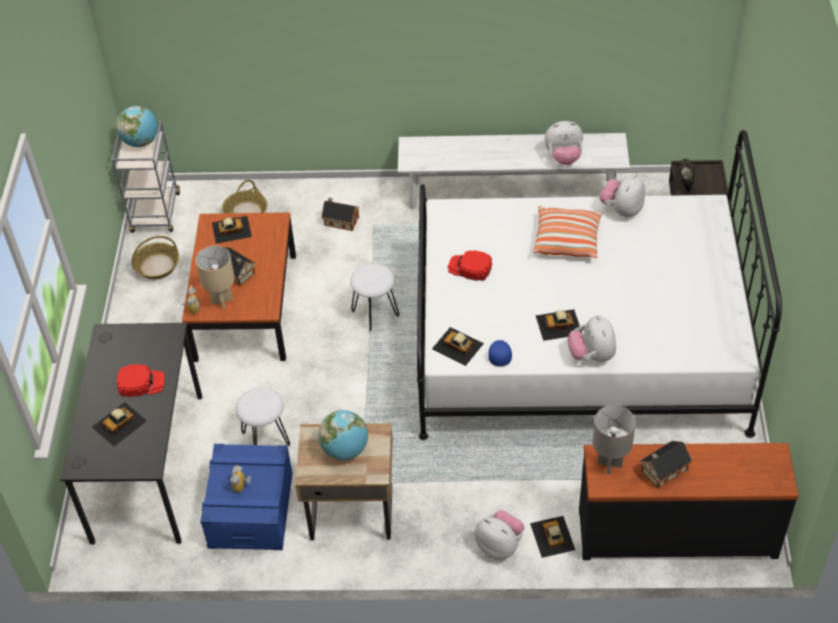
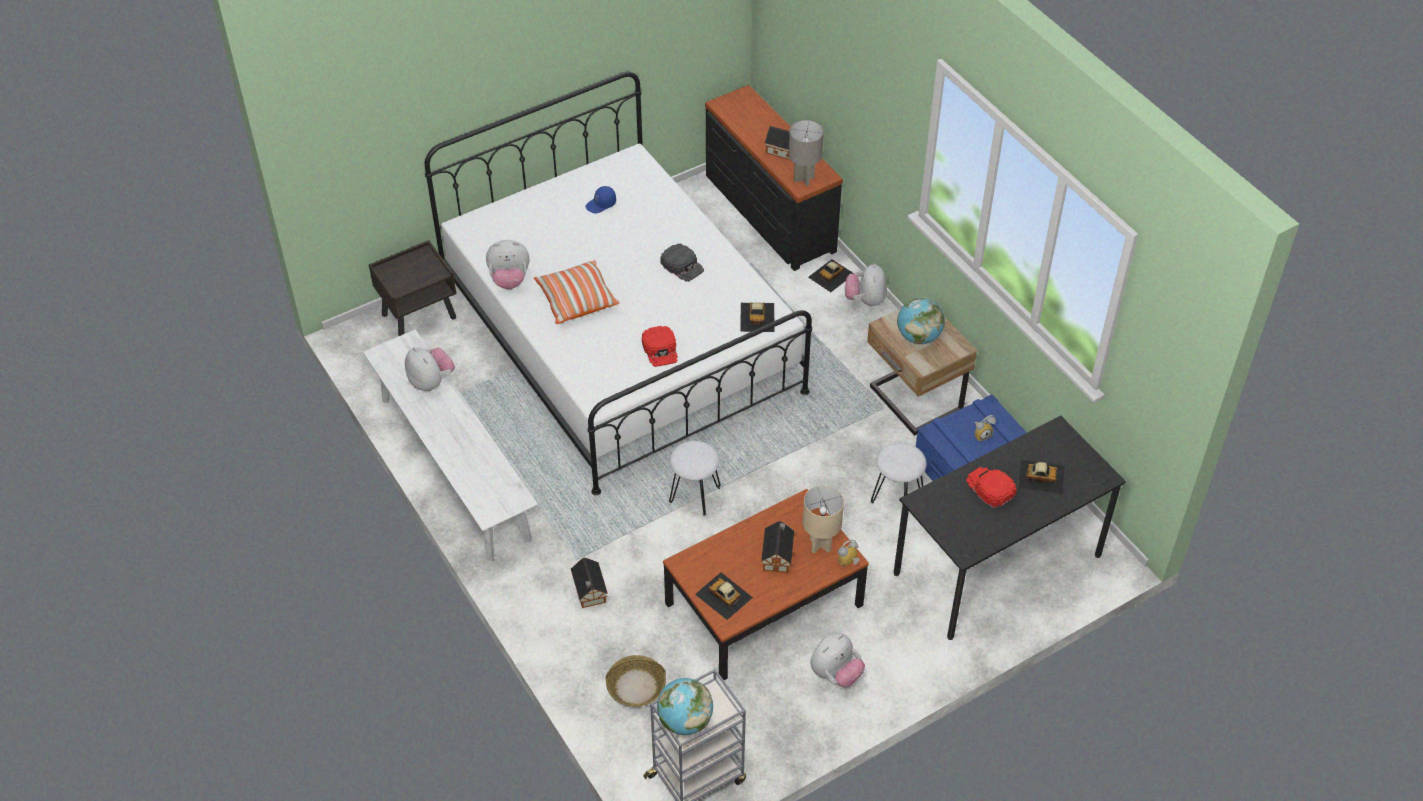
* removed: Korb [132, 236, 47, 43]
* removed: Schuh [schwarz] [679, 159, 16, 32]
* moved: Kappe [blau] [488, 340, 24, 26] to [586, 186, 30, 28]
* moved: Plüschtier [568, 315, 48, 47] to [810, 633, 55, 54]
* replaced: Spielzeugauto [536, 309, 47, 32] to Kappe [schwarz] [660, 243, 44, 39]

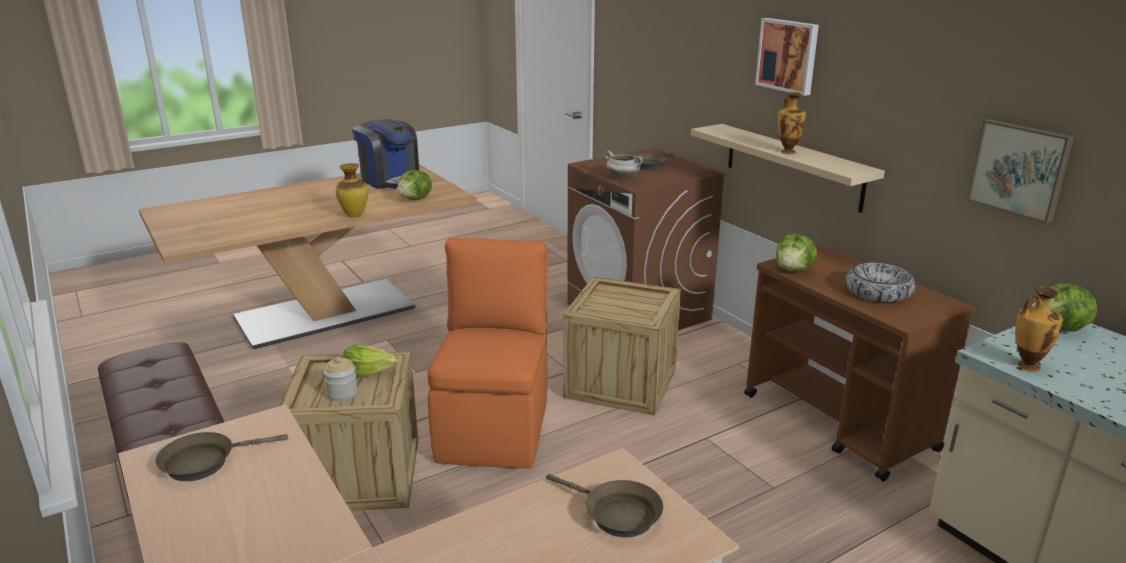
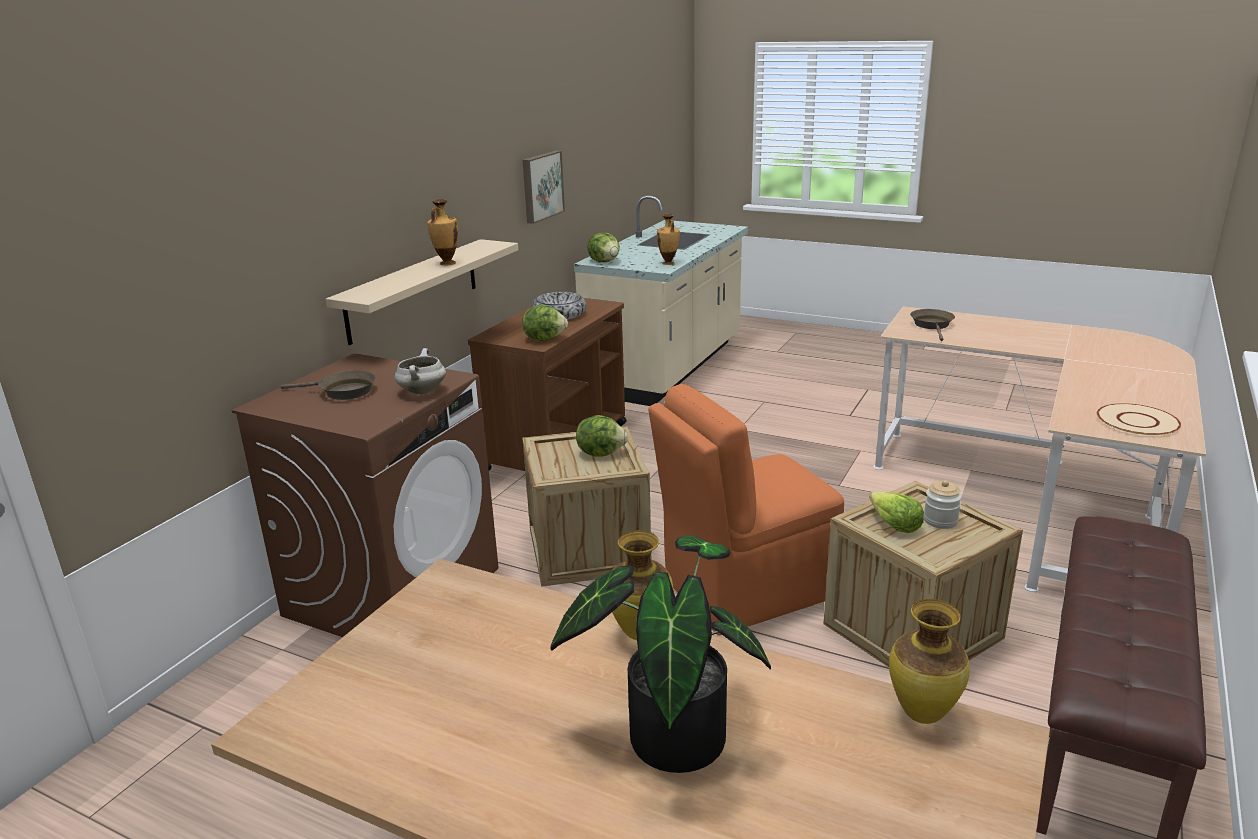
* removed: Kaffeemaschine [352, 119, 67, 70]
* removed: Bild [755, 18, 64, 78]
* added: Topfpflanze [550, 536, 221, 237]
* added: Vase [889, 599, 81, 125]
* moved: Salatkopf [397, 170, 35, 30] to [576, 415, 52, 42]
* replaced: Pfanne [braun] [155, 432, 133, 49] to Teller [beige] [1097, 403, 84, 33]

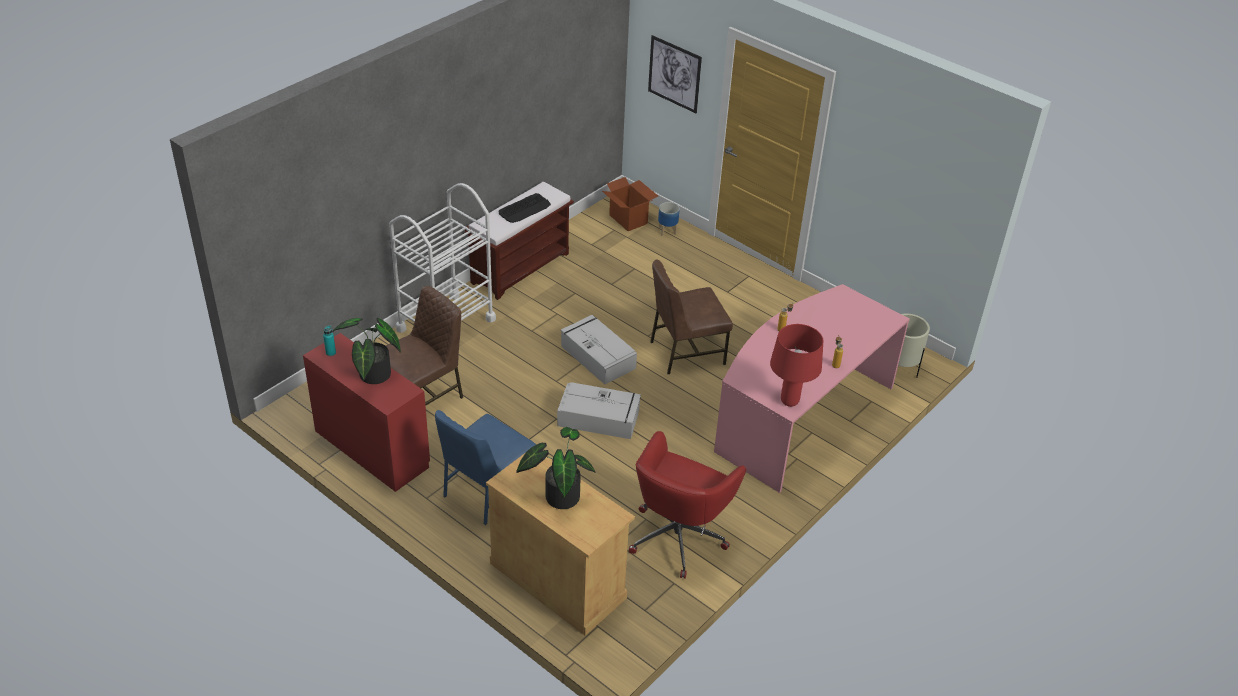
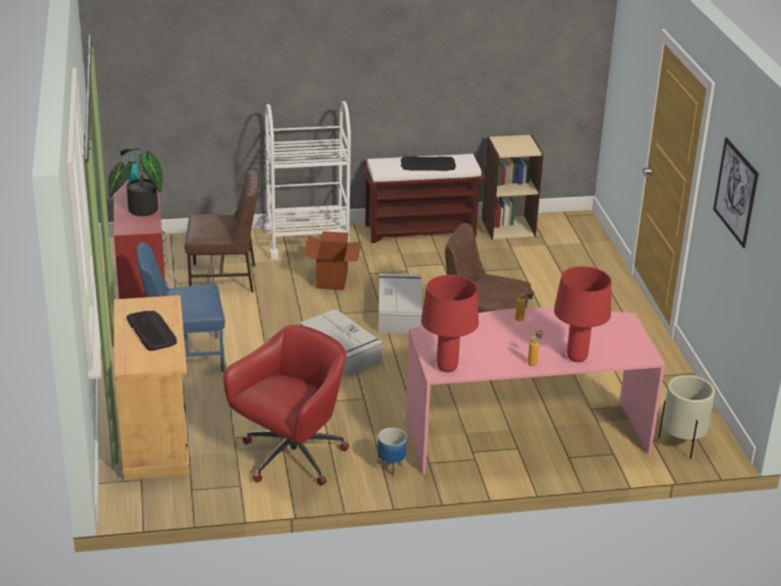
* added: Bücherregal [beige] [482, 135, 61, 104]
* added: Tischlampe [rot] [554, 266, 57, 96]
* moved: Karton [602, 177, 56, 54] to [304, 231, 58, 59]
* moved: Bild [648, 35, 54, 78] to [713, 137, 46, 111]
* moved: Pflanzkübel [658, 202, 22, 34] to [377, 428, 30, 49]
* replaced: Topfpflanze [516, 427, 80, 82] to Tastatur [126, 311, 51, 40]
* turned: Bürostuhl [rot] [629, 431, 117, 148] = [223, 325, 126, 160] 150 degrees clockwise

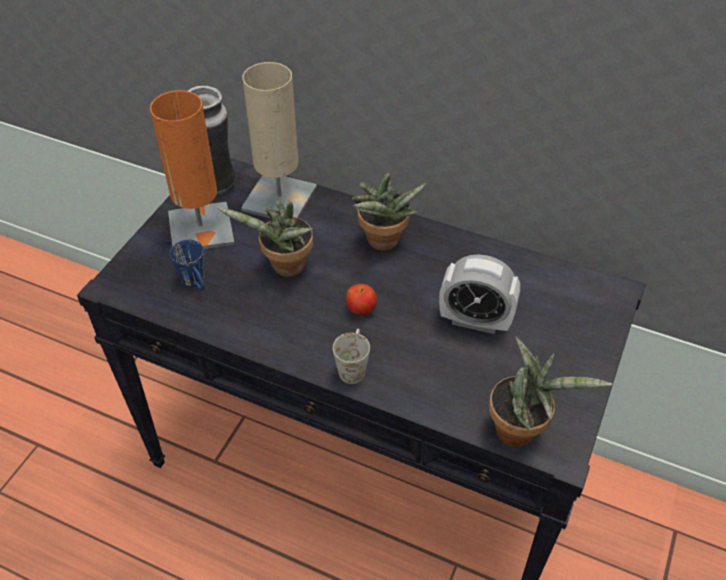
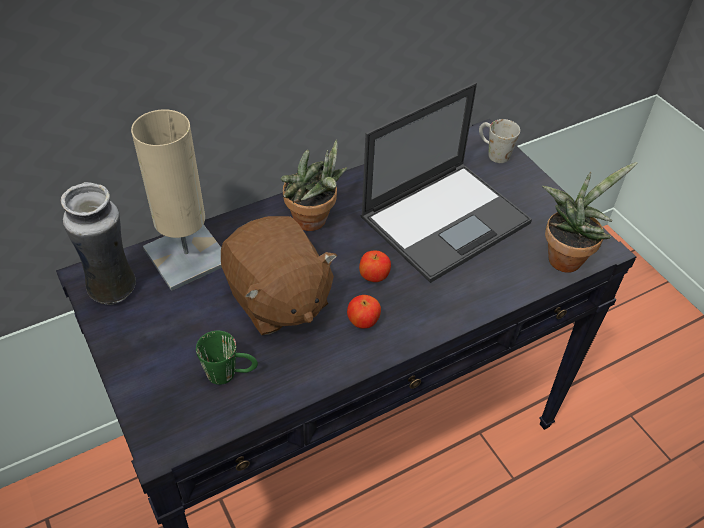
* removed: Tischlampe [orange] [150, 90, 85, 160]
* added: Apfel [347, 295, 34, 33]
* moved: Henkelbecher [weiß] [333, 329, 37, 55] to [479, 119, 41, 44]
* replaced: Topfpflanze [217, 199, 96, 78] to Plüschtier [braun] [221, 216, 116, 119]
* replaced: Wecker [439, 254, 81, 80] to Laptop [361, 82, 171, 201]
* recoloured: Henkelbecher [blau] [170, 240, 35, 51] to Henkelbecher [grün] [196, 331, 62, 54]

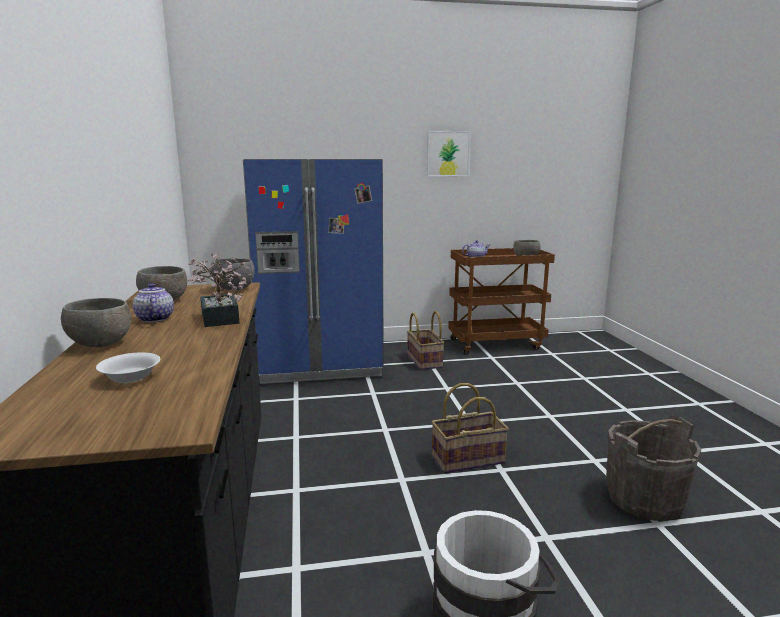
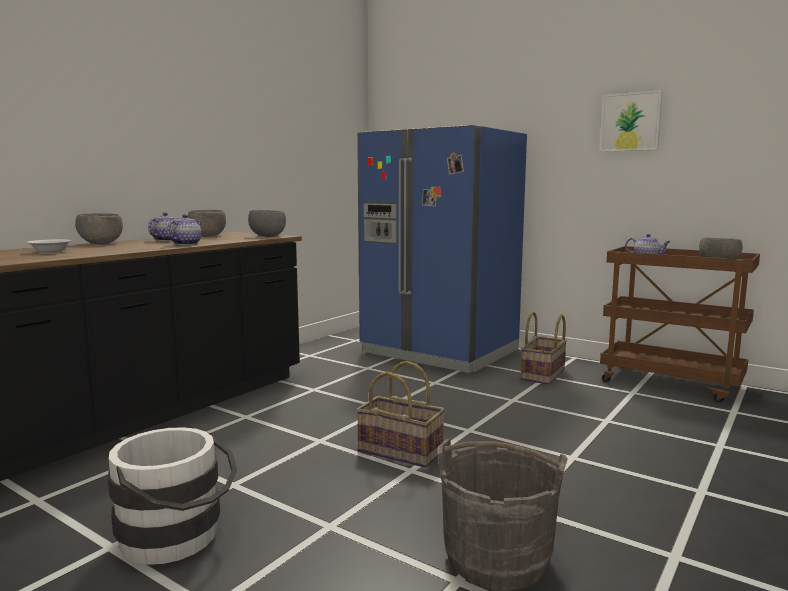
* replaced: Topfpflanze [188, 253, 64, 74] to Teekanne [167, 214, 35, 31]

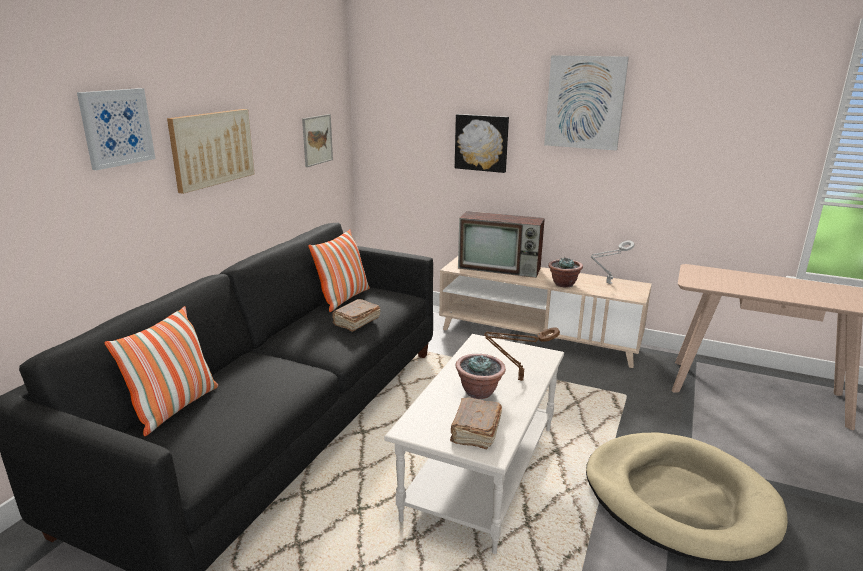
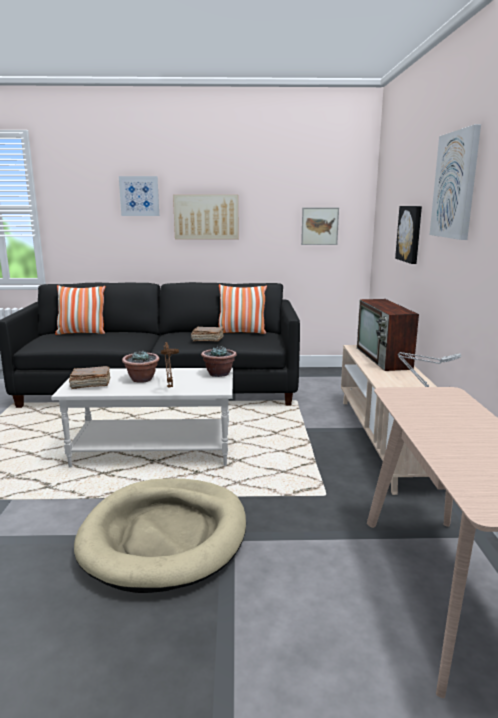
* moved: Topfpflanze [548, 258, 35, 30] to [201, 345, 36, 32]

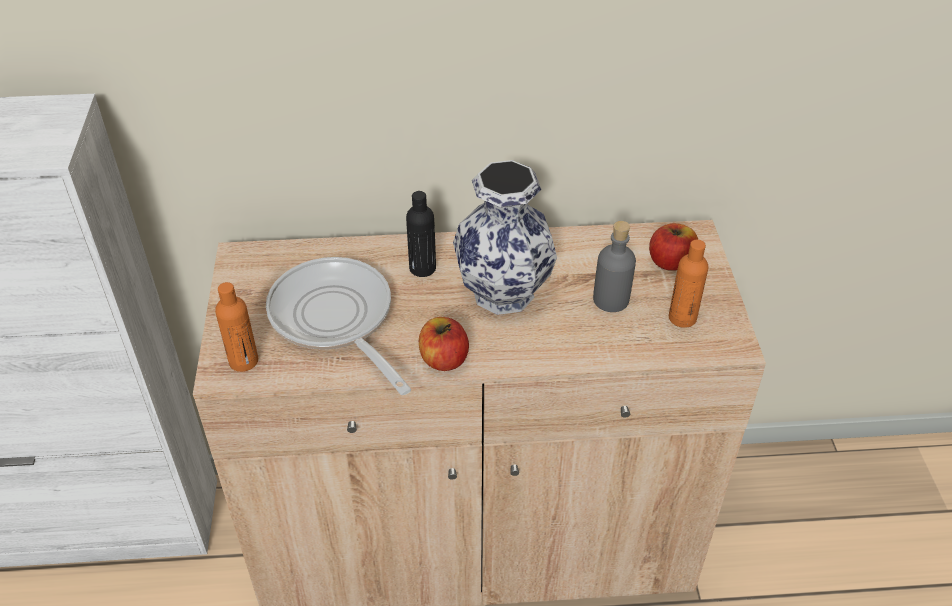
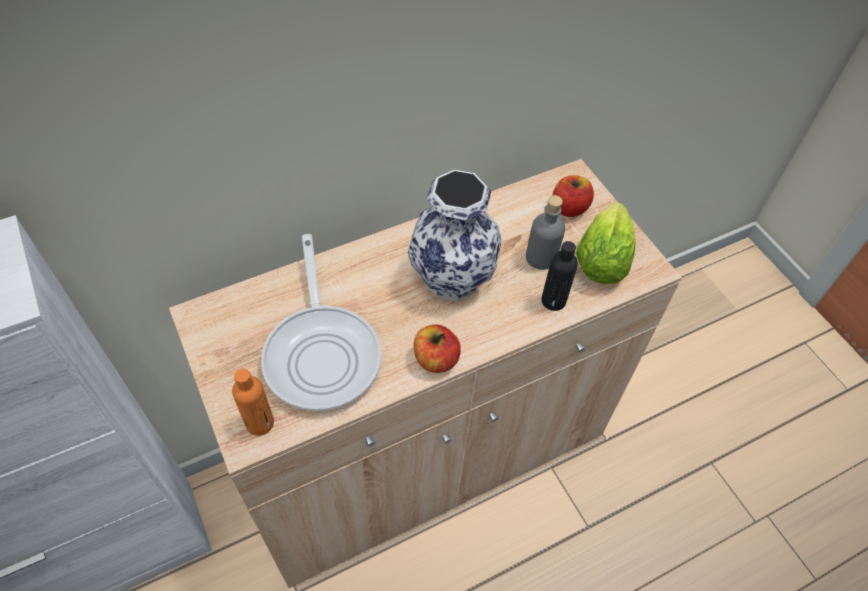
* moved: Flasche [schwarz] [406, 191, 30, 86] to [541, 241, 37, 70]
* replaced: Flasche [orange] [669, 240, 39, 88] to Salatkopf [576, 202, 60, 82]
* turned: Pfanne [266, 257, 145, 138] = [261, 234, 120, 178] 135 degrees counterclockwise

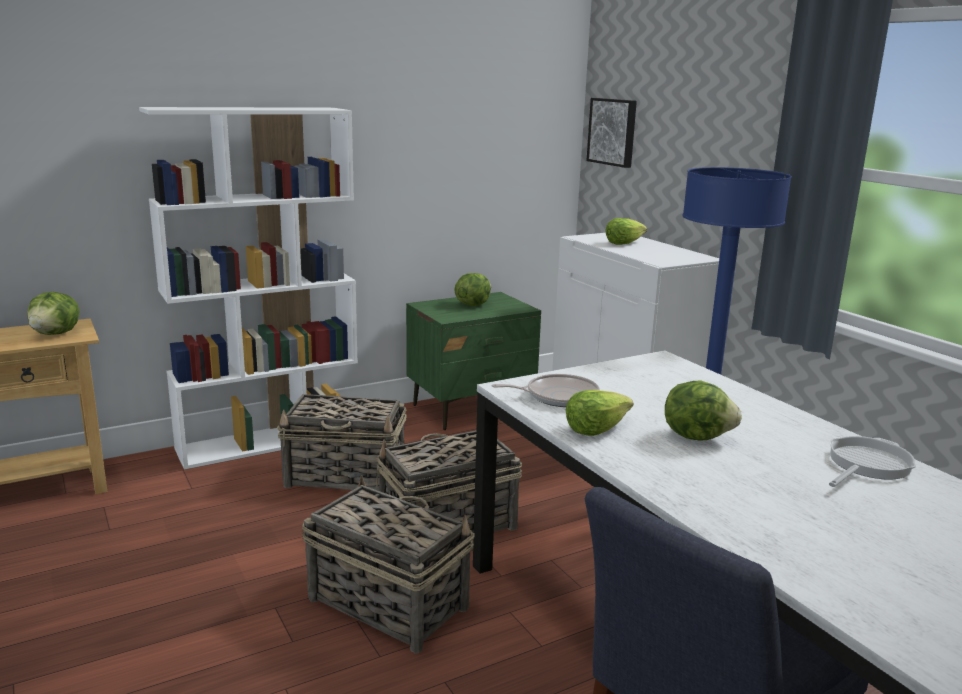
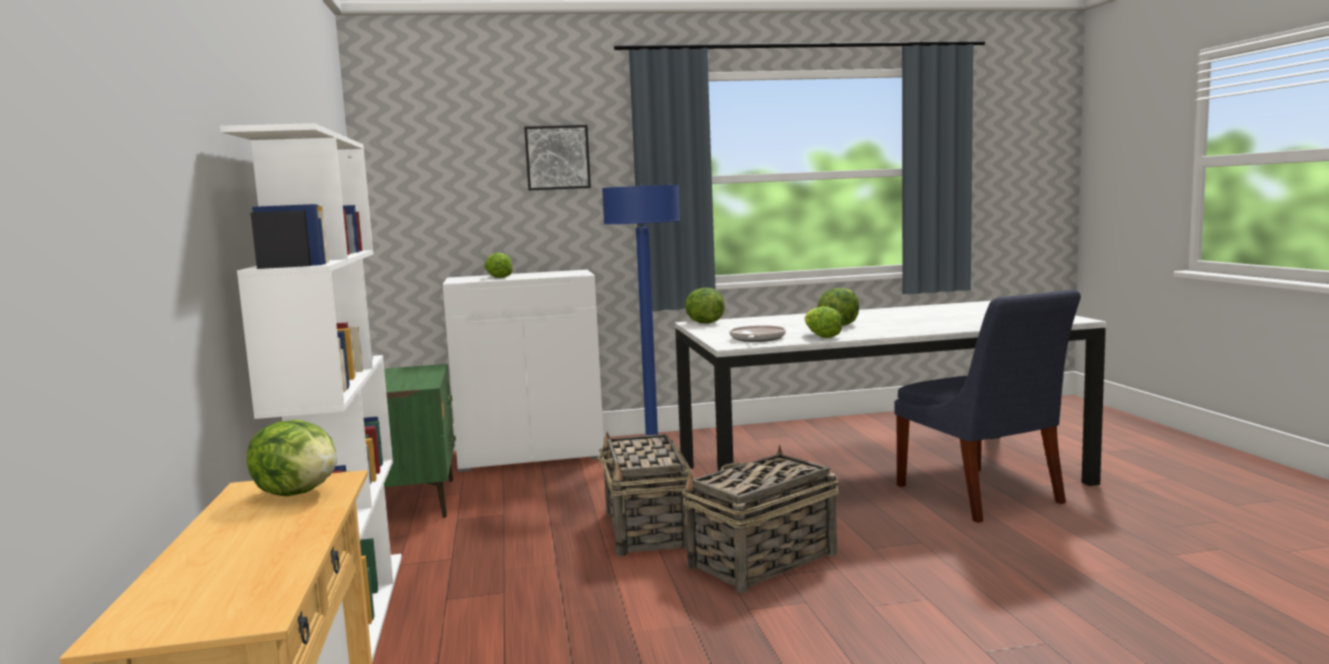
* removed: Korb [277, 394, 130, 97]
* removed: Pfanne [829, 436, 87, 51]
* moved: Salatkopf [454, 273, 37, 33] to [685, 288, 40, 35]
* moved: Bild [586, 98, 51, 70] to [524, 125, 67, 65]

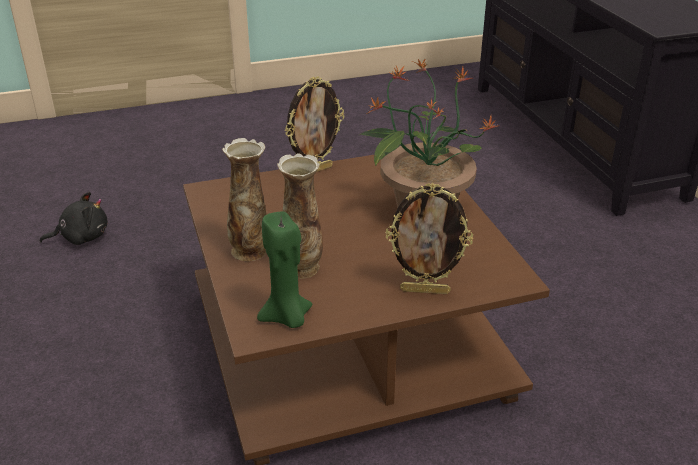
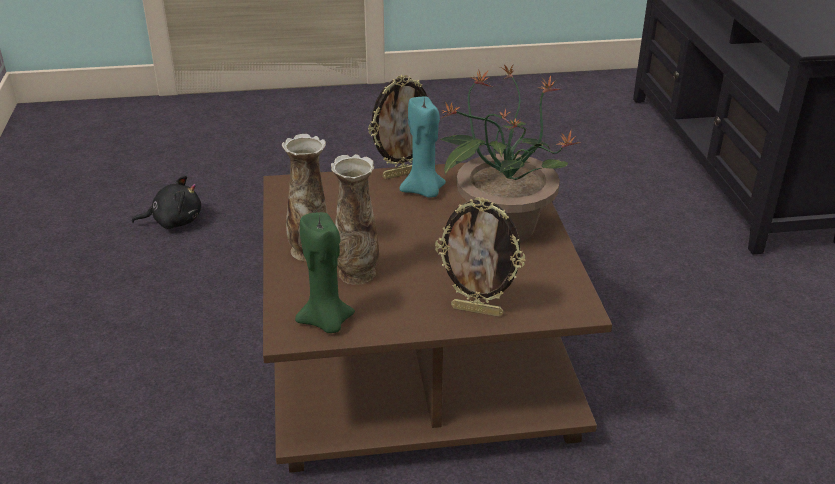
* added: Kerze [türkis] [399, 96, 47, 102]

